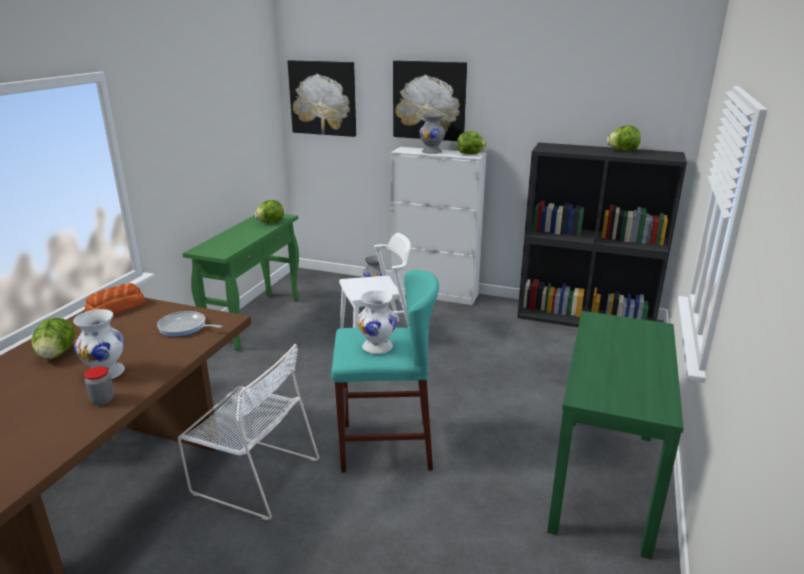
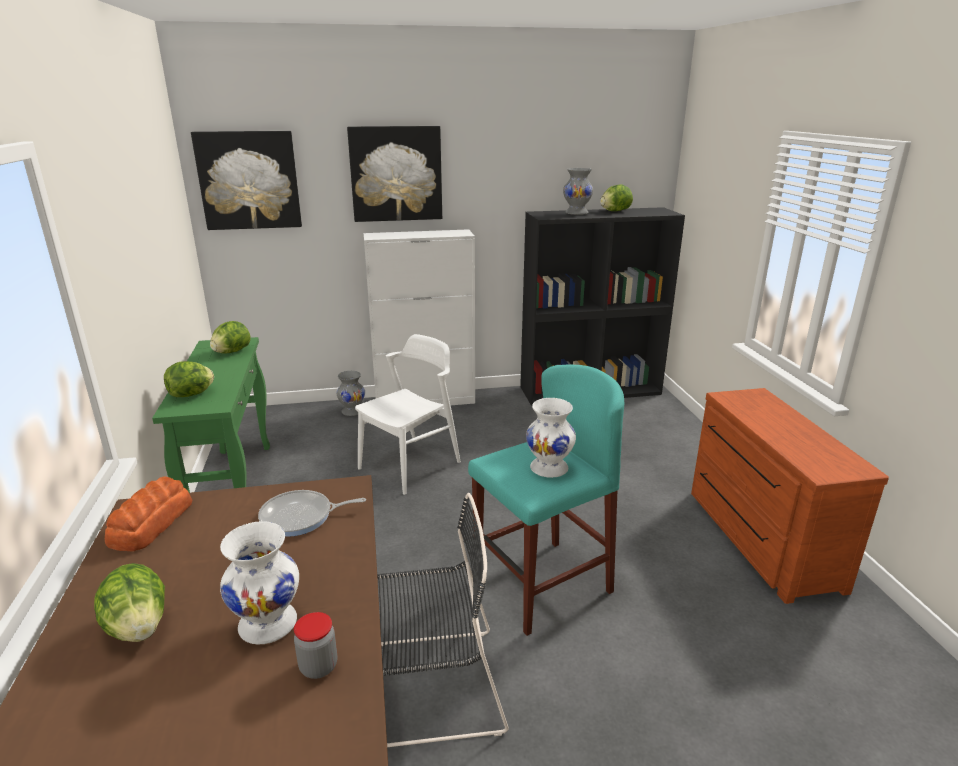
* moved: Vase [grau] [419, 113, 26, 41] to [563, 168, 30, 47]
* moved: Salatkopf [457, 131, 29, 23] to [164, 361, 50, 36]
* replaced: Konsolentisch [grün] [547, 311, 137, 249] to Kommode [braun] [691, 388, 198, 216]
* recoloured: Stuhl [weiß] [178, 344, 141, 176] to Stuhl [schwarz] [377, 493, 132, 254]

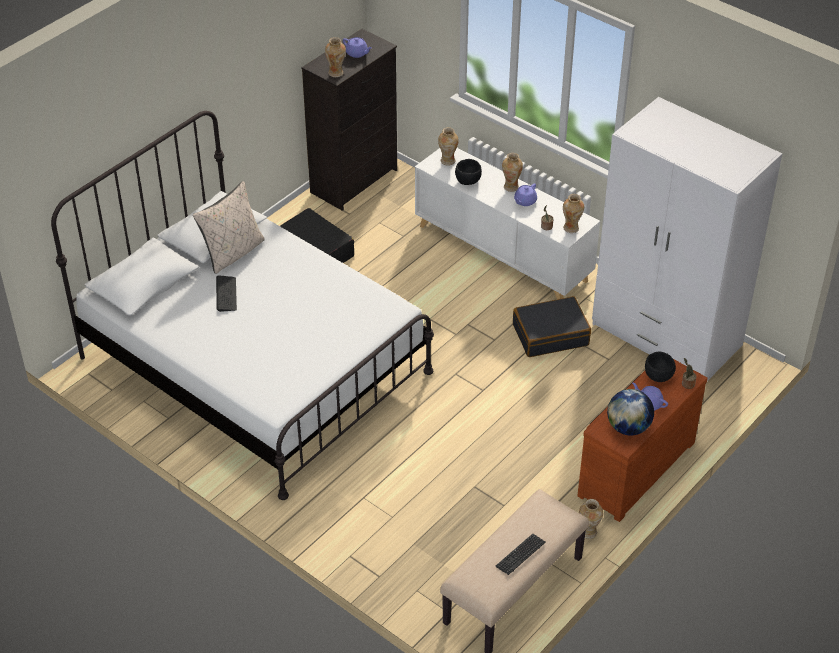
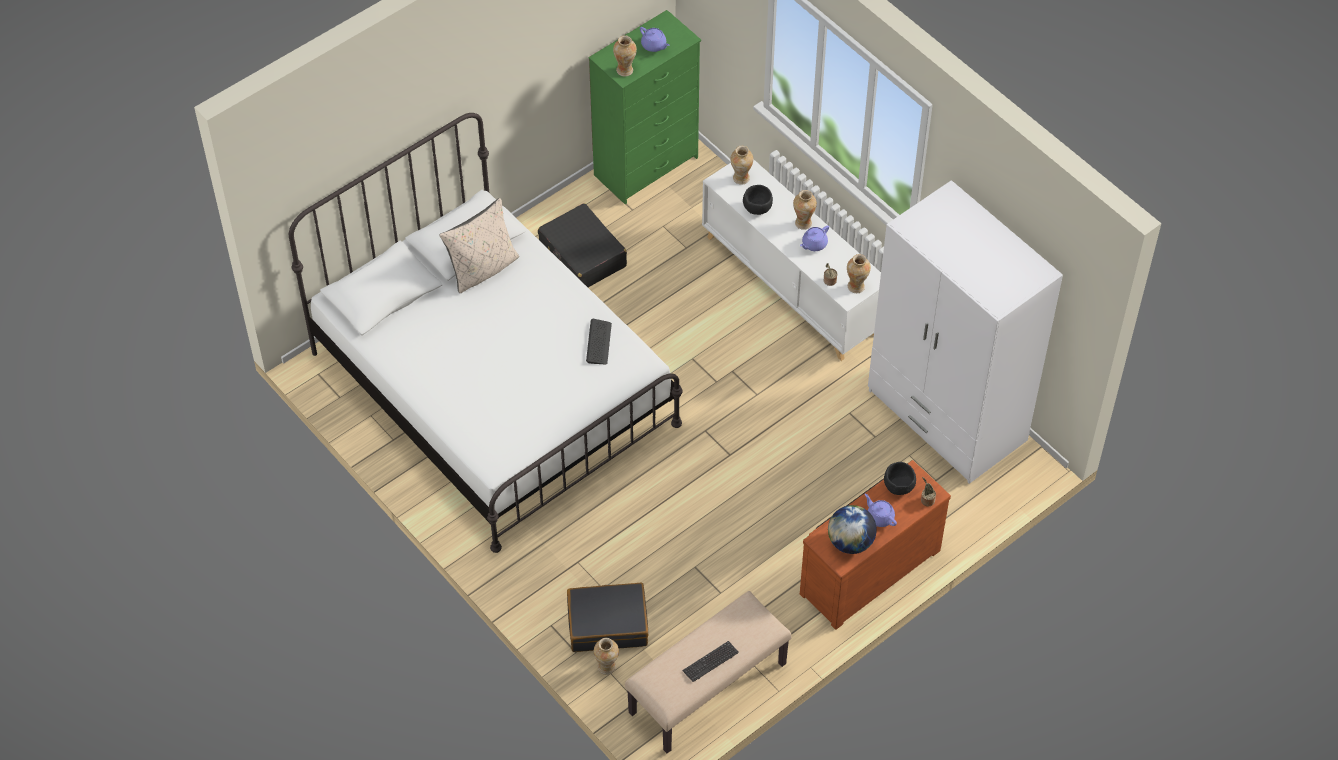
* moved: Tastatur [216, 275, 21, 37] to [586, 319, 26, 46]
* moved: Koffer [schwarz] [513, 296, 78, 61] to [567, 582, 81, 70]
* moved: Vase [579, 499, 24, 40] to [594, 638, 25, 37]
* recoloured: Kommode [schwarz] [302, 29, 95, 182] to Kommode [grün] [588, 10, 113, 195]

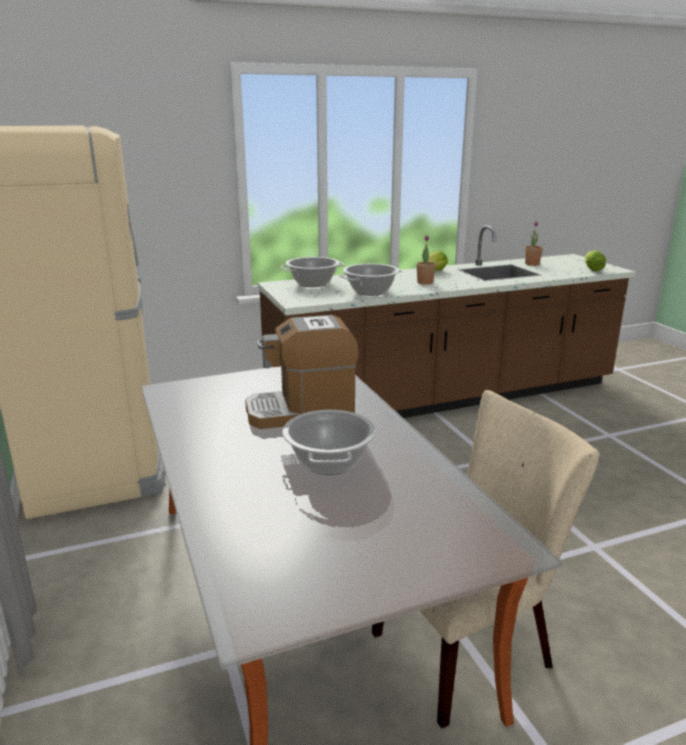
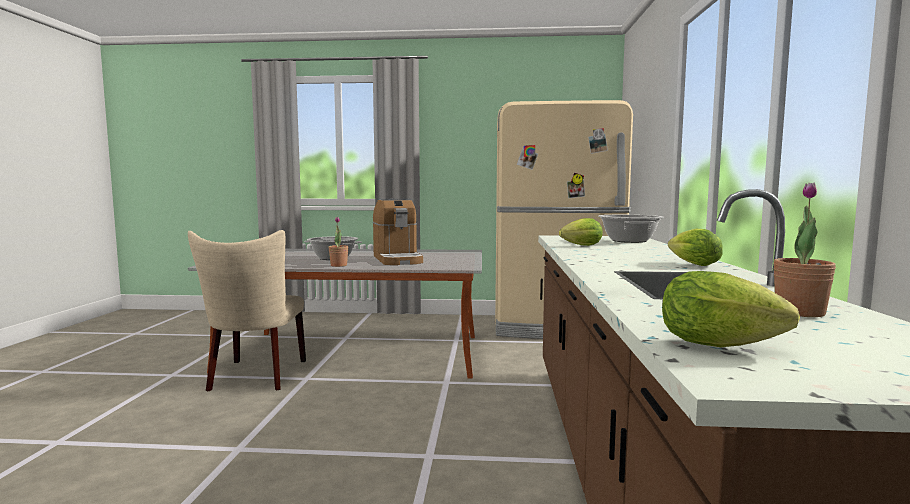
* moved: Topfpflanze [417, 235, 19, 49] to [329, 217, 19, 50]
* replaced: Kochtopf [339, 264, 63, 32] to Salatkopf [559, 218, 44, 28]
* turned: Kaffeemaschine [245, 315, 114, 114] = [373, 198, 50, 67] 150 degrees clockwise

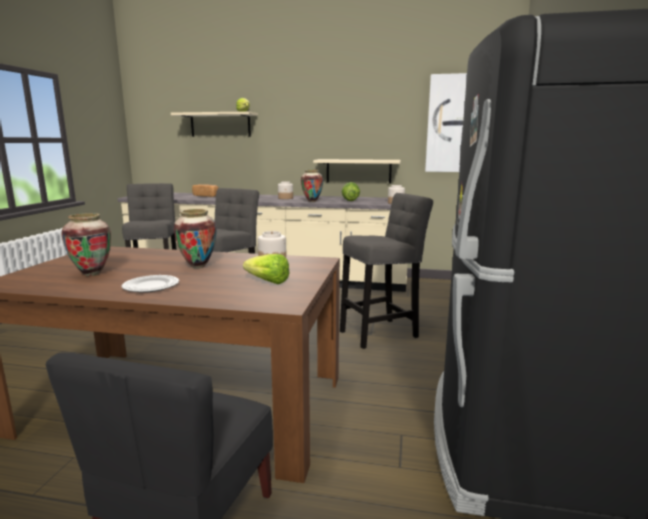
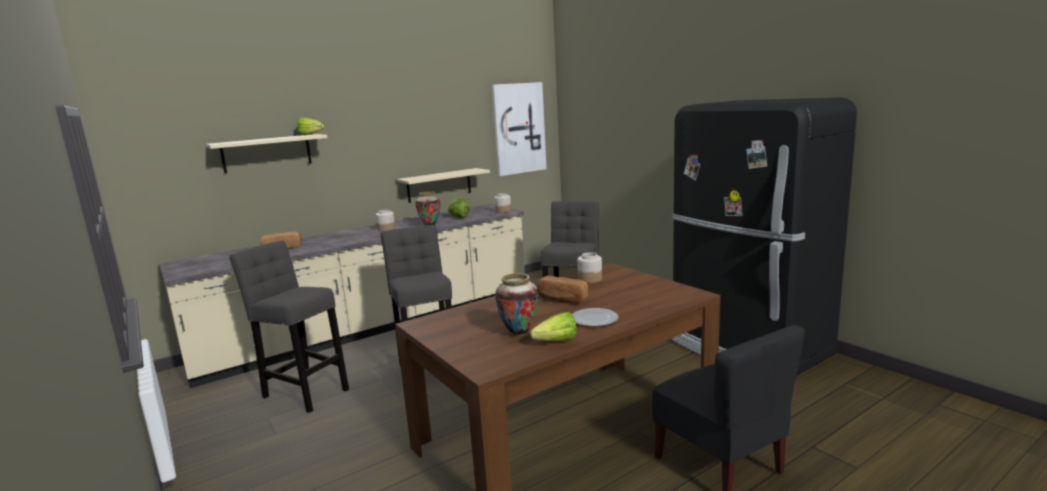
* moved: Salatkopf [243, 254, 46, 30] to [530, 312, 47, 29]
* replaced: Vase [174, 209, 43, 59] to Brot [536, 276, 52, 28]

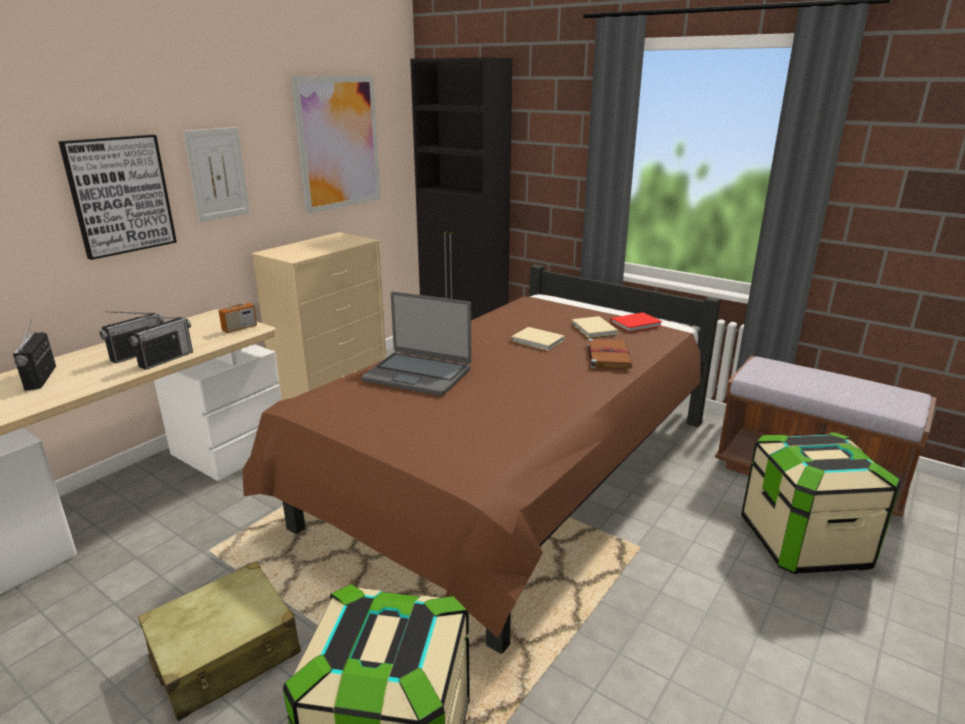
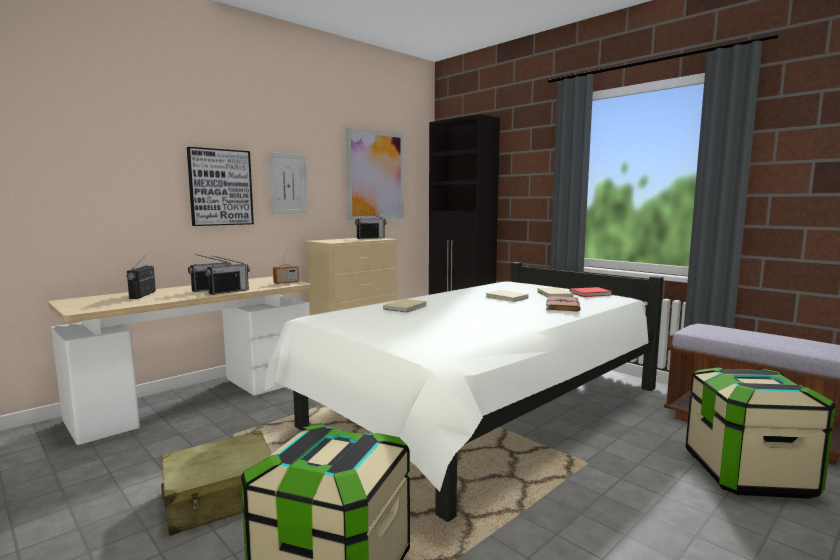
* added: Radio [355, 210, 31, 29]
* replaced: Laptop [362, 291, 109, 105] to Buch [beige] [383, 299, 44, 14]
* recoloured: Bett [braun] [242, 265, 479, 389] to Bett [weiß] [265, 262, 399, 260]

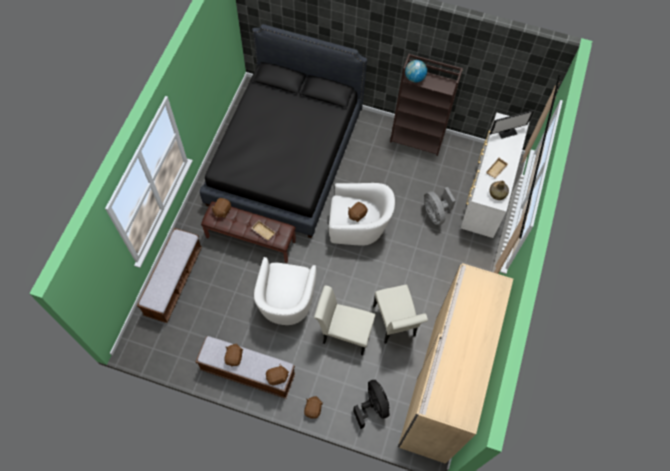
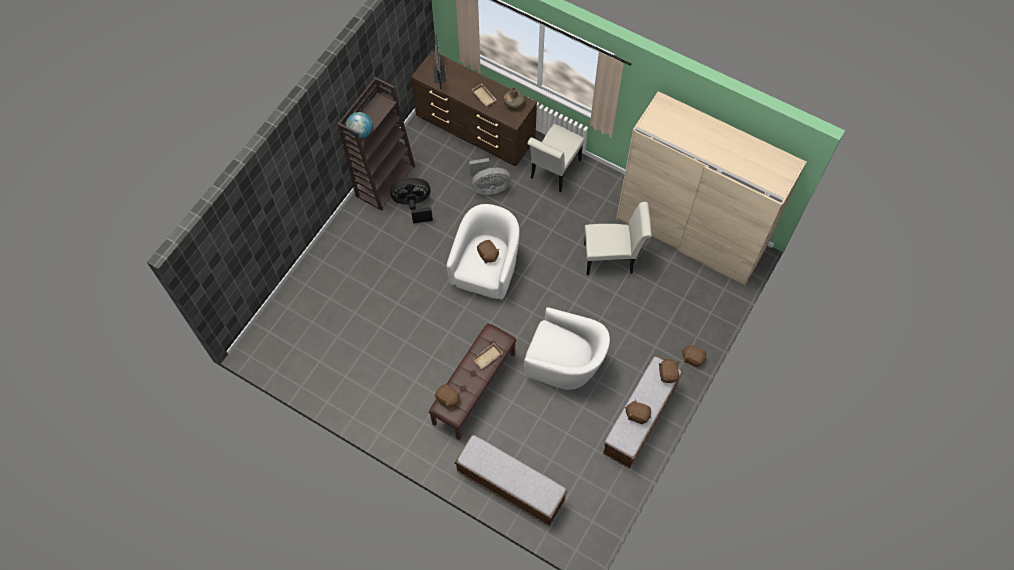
* removed: Bett [schwarz] [200, 24, 167, 214]
* moved: Stuhl [weiß] [314, 285, 62, 70] to [527, 124, 58, 68]
* moved: Ventilator [schwarz] [353, 380, 37, 49] to [390, 178, 43, 45]
* recoloured: Kommode [weiß] [461, 113, 68, 125] to Kommode [braun] [411, 51, 126, 115]

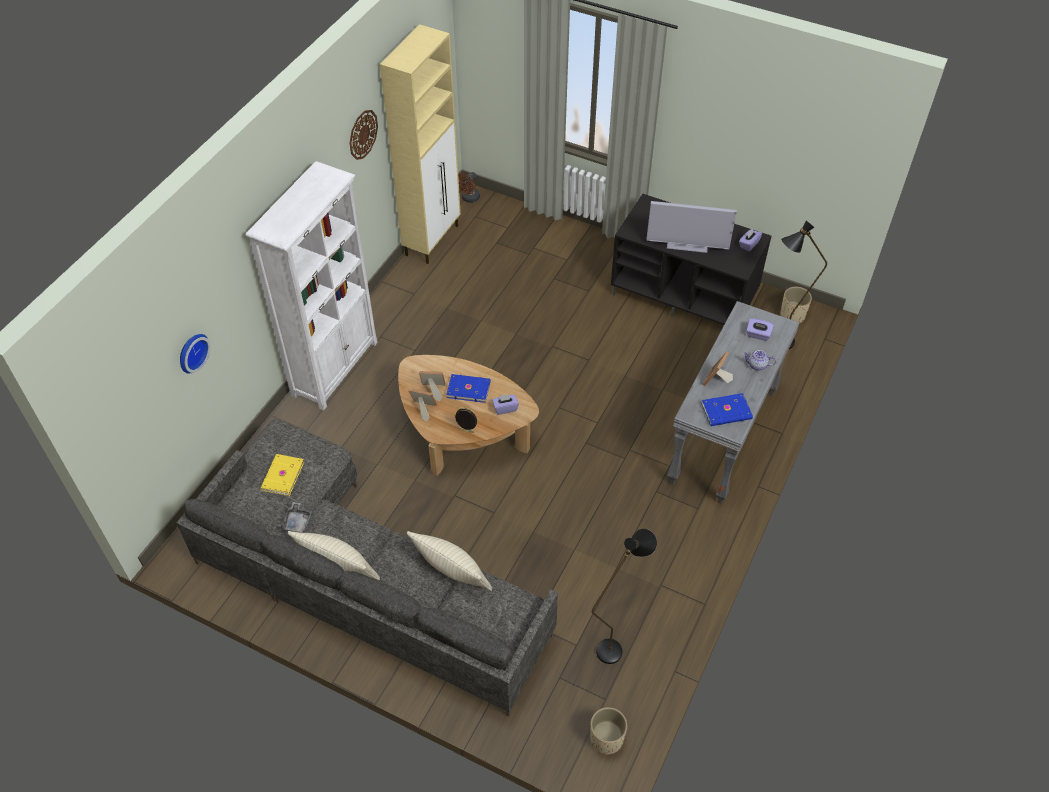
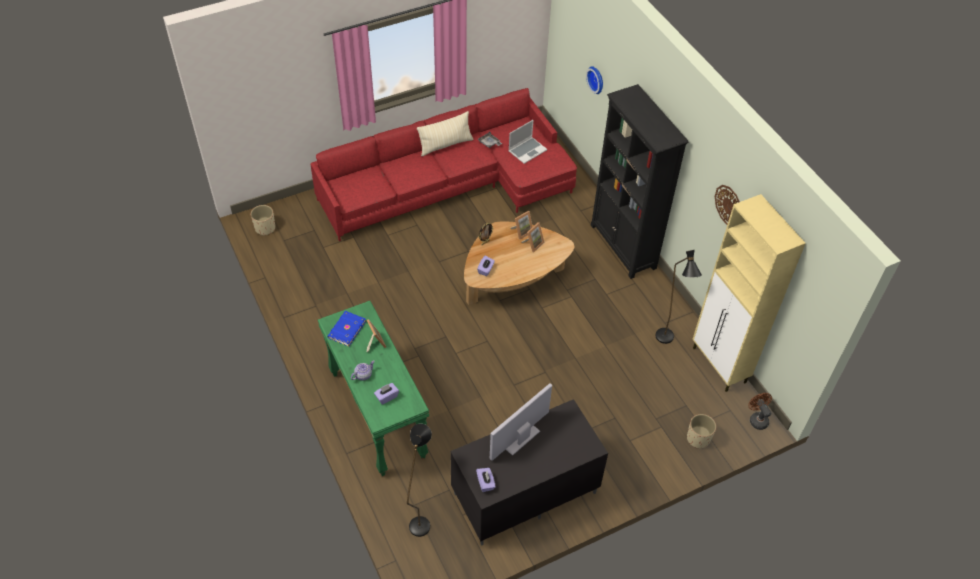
* removed: Kissen [beige] [407, 531, 85, 60]
* removed: Buch [blau] [446, 374, 45, 29]
* moved: Stehlampe [schwarz] [592, 529, 65, 135] to [655, 250, 47, 94]
* moved: Pflanzkübel [beige] [780, 287, 32, 36] to [687, 414, 29, 35]
* replaced: Buch [gelb] [260, 454, 44, 42] to Laptop [509, 120, 38, 44]
* recoloured: Sofa [grau] [177, 419, 381, 298] to Sofa [rot] [310, 88, 267, 153]
* recoloured: Bücherregal [weiß] [246, 161, 132, 249] to Bücherregal [schwarz] [591, 84, 97, 195]
* recoloured: Konsolentisch [grau] [667, 301, 133, 203] to Konsolentisch [grün] [318, 301, 111, 175]

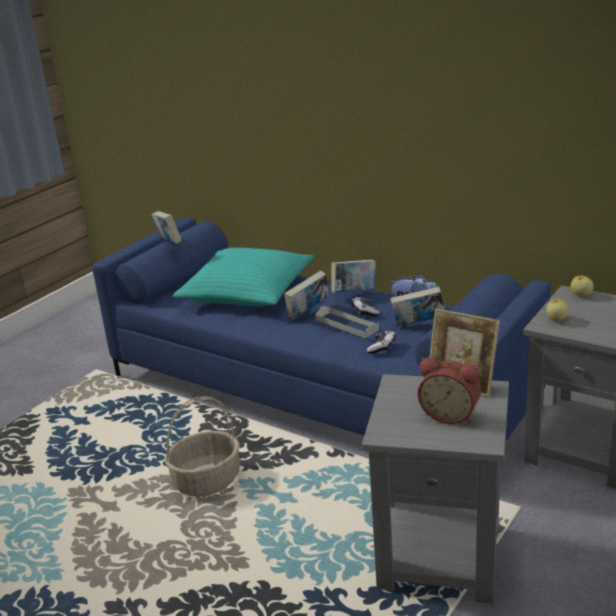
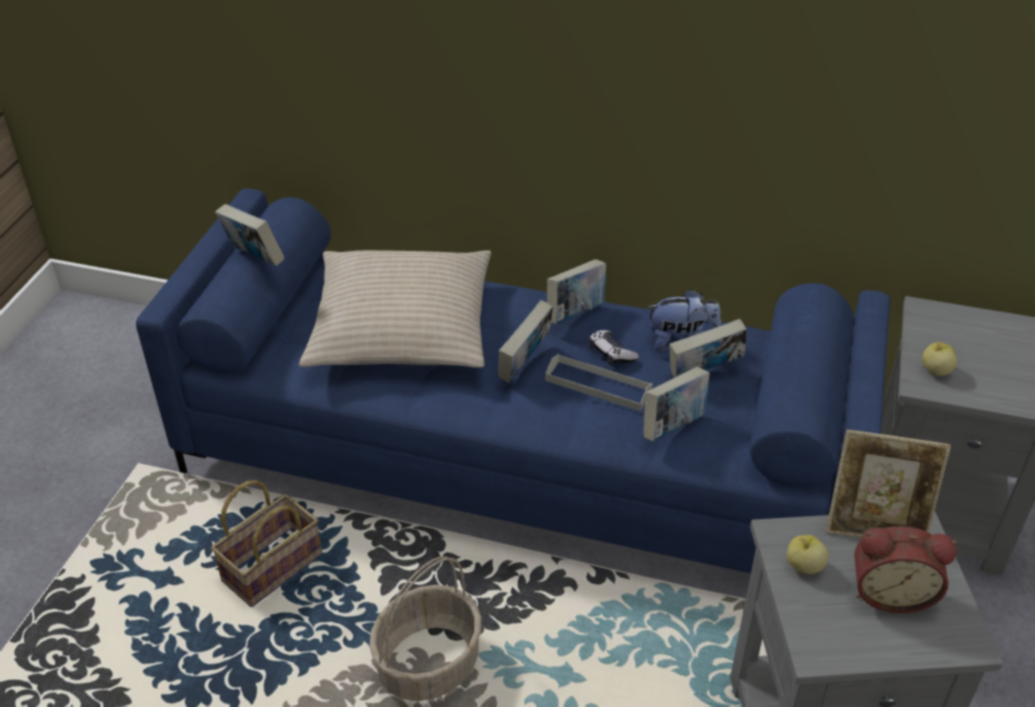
* added: Korb [211, 480, 111, 127]
* moved: Apfel [571, 276, 23, 21] to [787, 535, 42, 39]
* replaced: Gamepad [367, 330, 29, 24] to Buch [643, 367, 67, 74]
* recoloured: Kissen [türkis] [173, 248, 141, 58] to Kissen [beige] [299, 250, 192, 118]

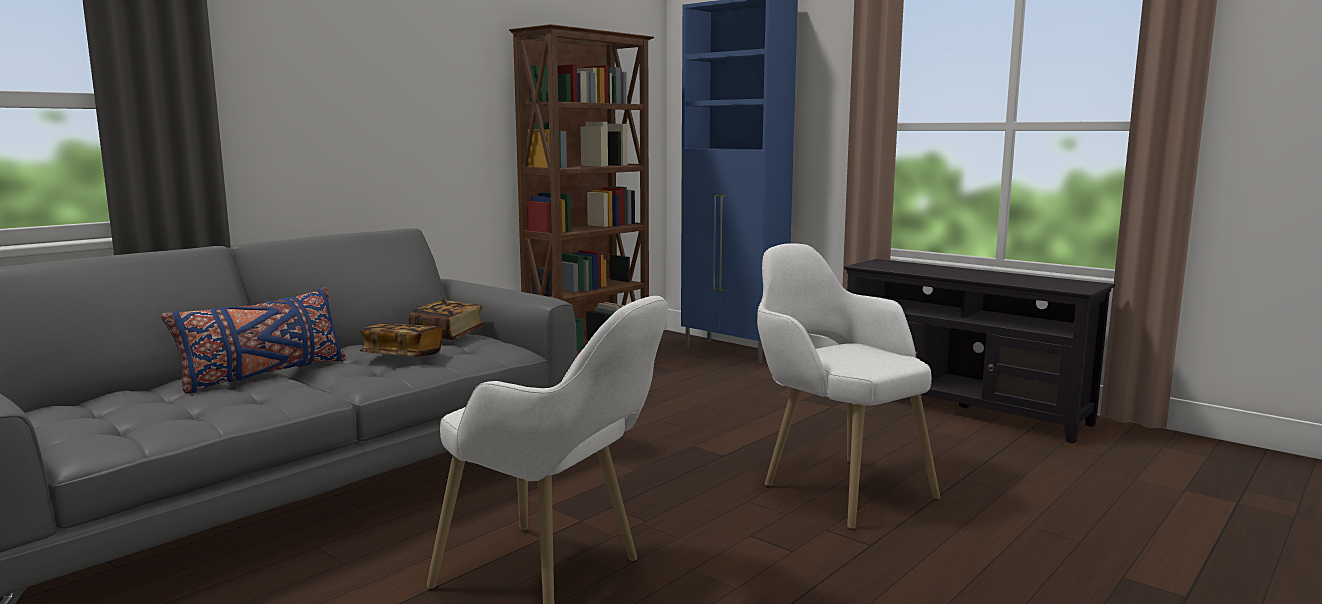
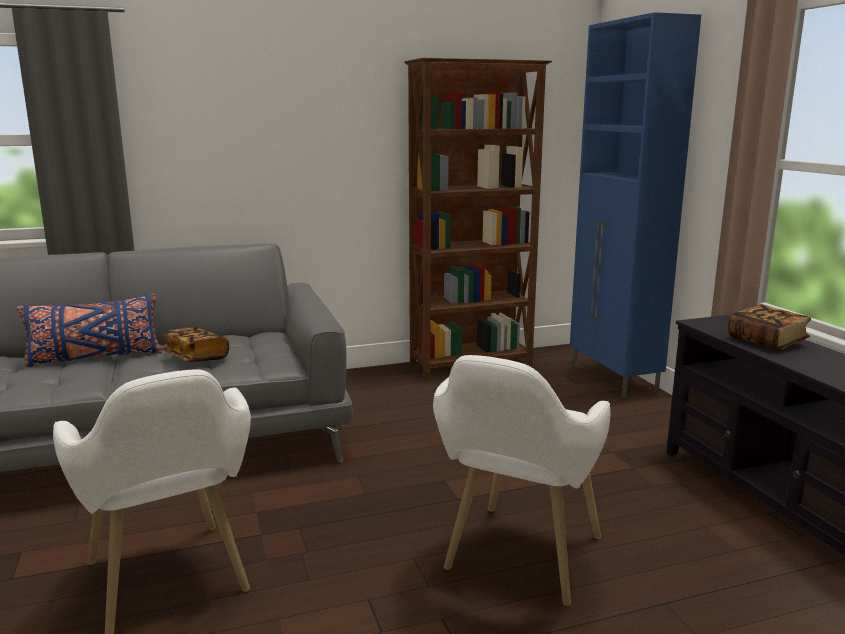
* moved: Buch [408, 300, 77, 40] to [728, 305, 83, 45]
* turned: Sessel [weiß] [757, 243, 183, 287] = [433, 355, 177, 251] 150 degrees counterclockwise

